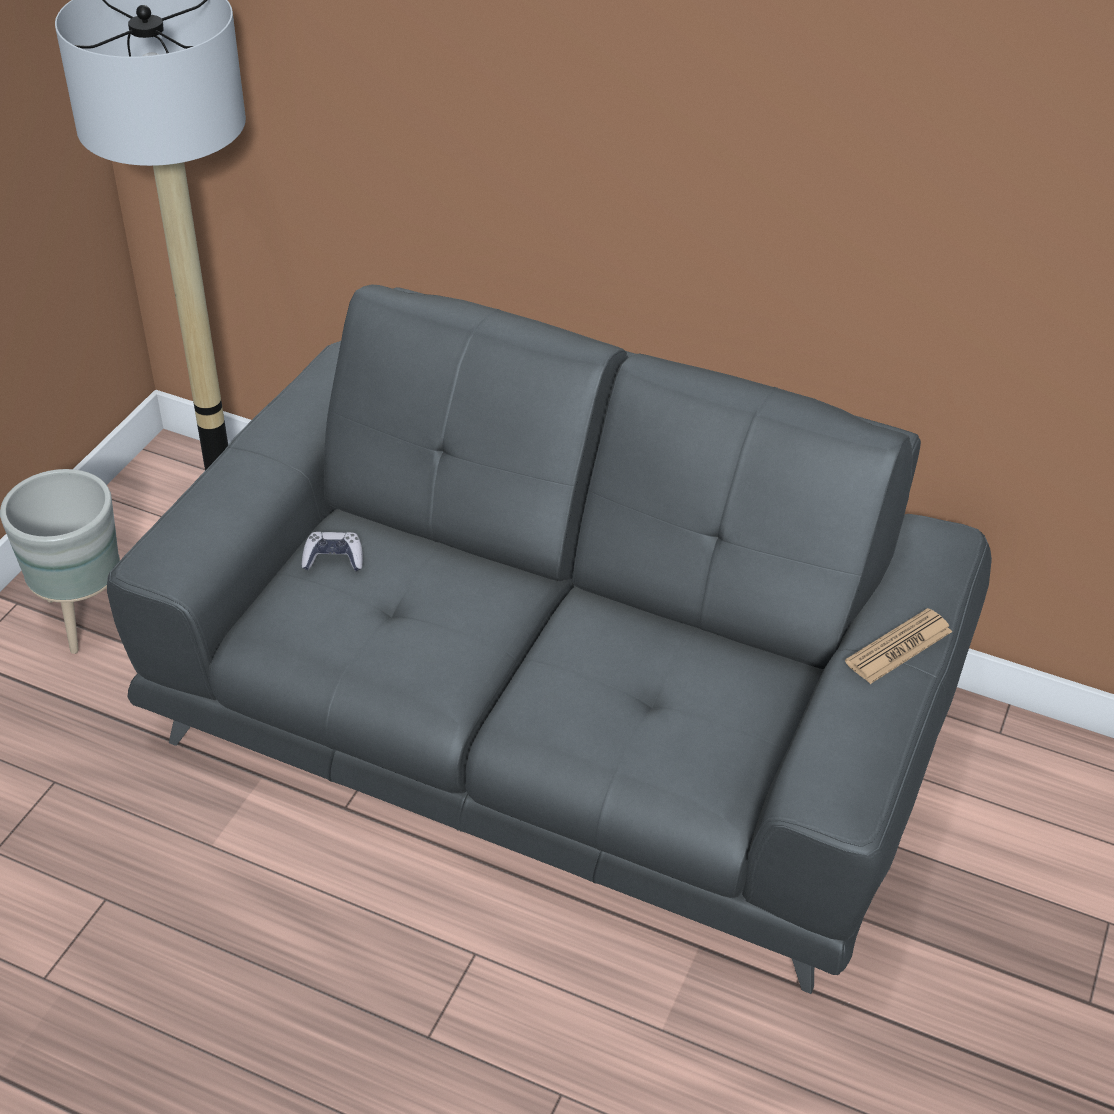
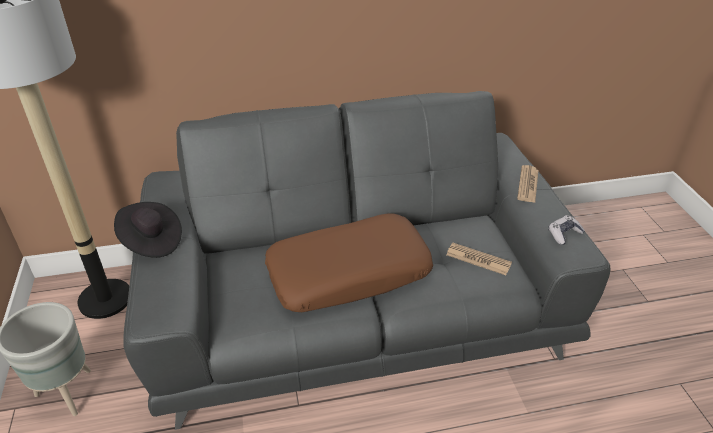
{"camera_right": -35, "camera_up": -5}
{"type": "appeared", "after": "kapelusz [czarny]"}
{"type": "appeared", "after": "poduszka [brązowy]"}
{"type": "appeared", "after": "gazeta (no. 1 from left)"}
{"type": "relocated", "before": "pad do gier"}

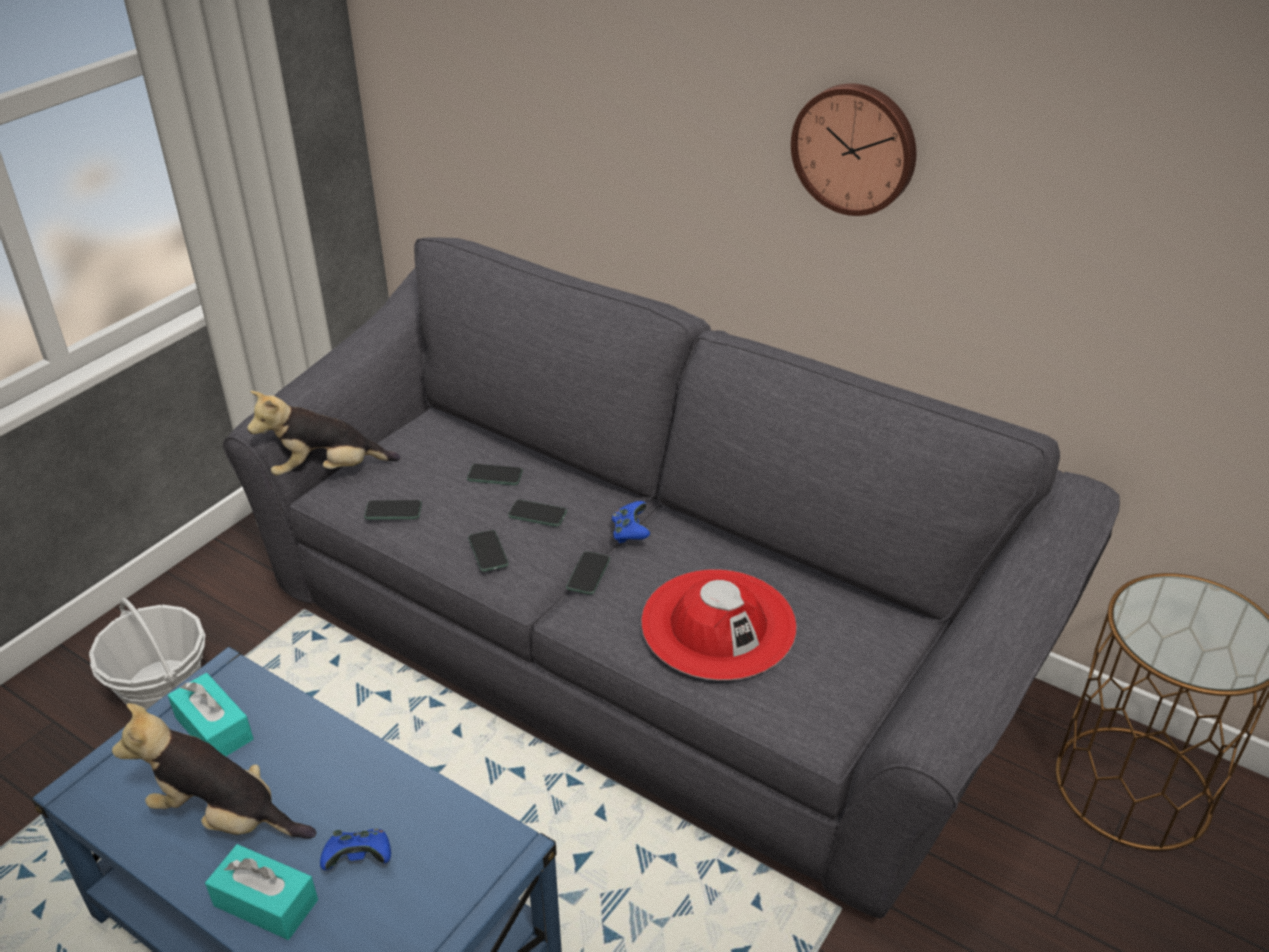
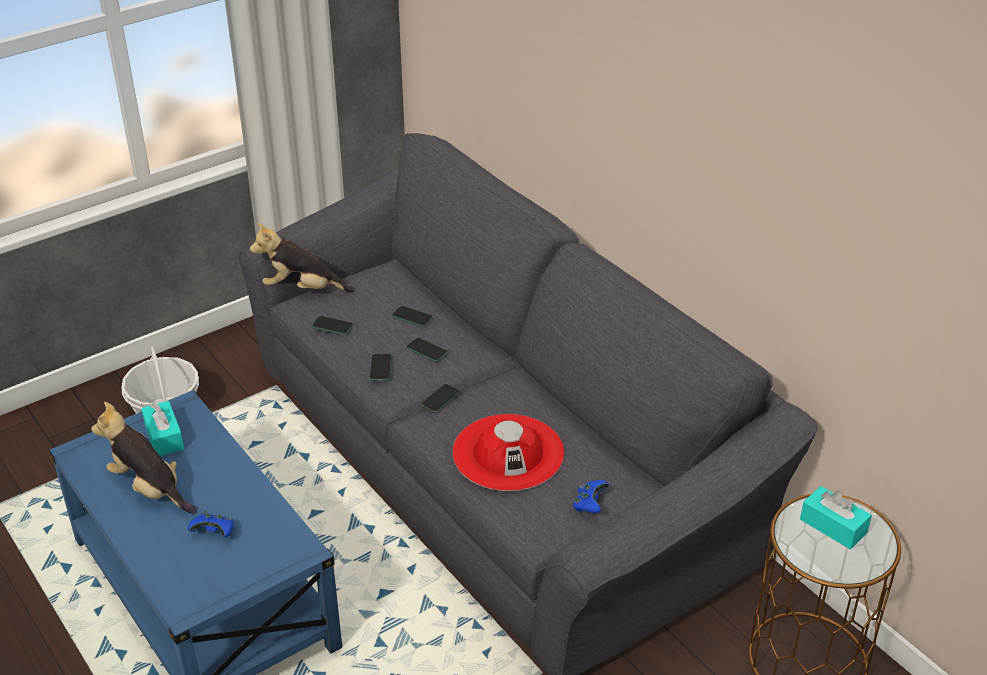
{"camera_right": 20, "camera_up": 0}
{"type": "missing", "before": "zegar ścienny"}
{"type": "relocated", "before": "pudełko chusteczek [turkusowy] (no. 2 from left)"}
{"type": "relocated", "before": "pad do gier [niebieski] (no. 2 from left)"}

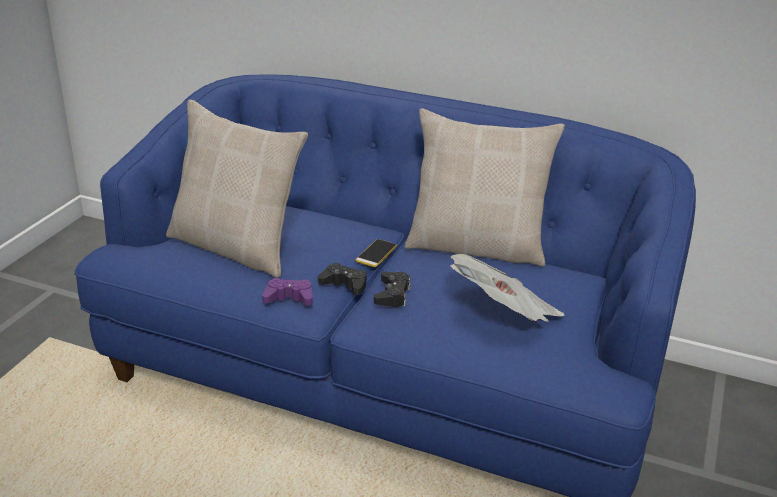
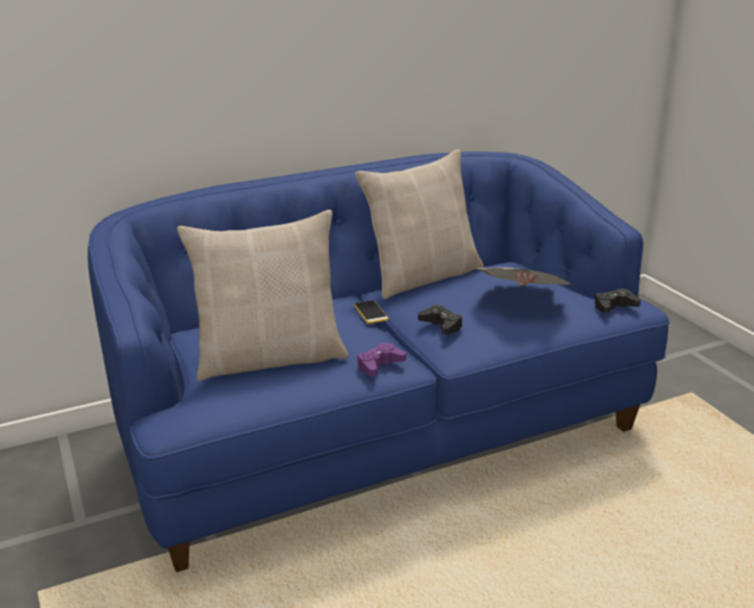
{"camera_right": -45, "camera_up": -5}
{"type": "relocated", "before": "pad do gier [czarny] (no. 1 from left in the first image)", "after": "pad do gier [czarny] (no. 2 from left)"}

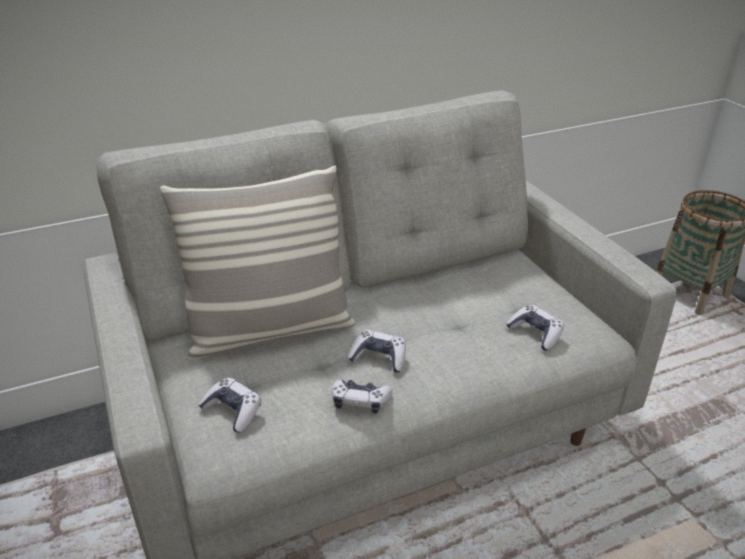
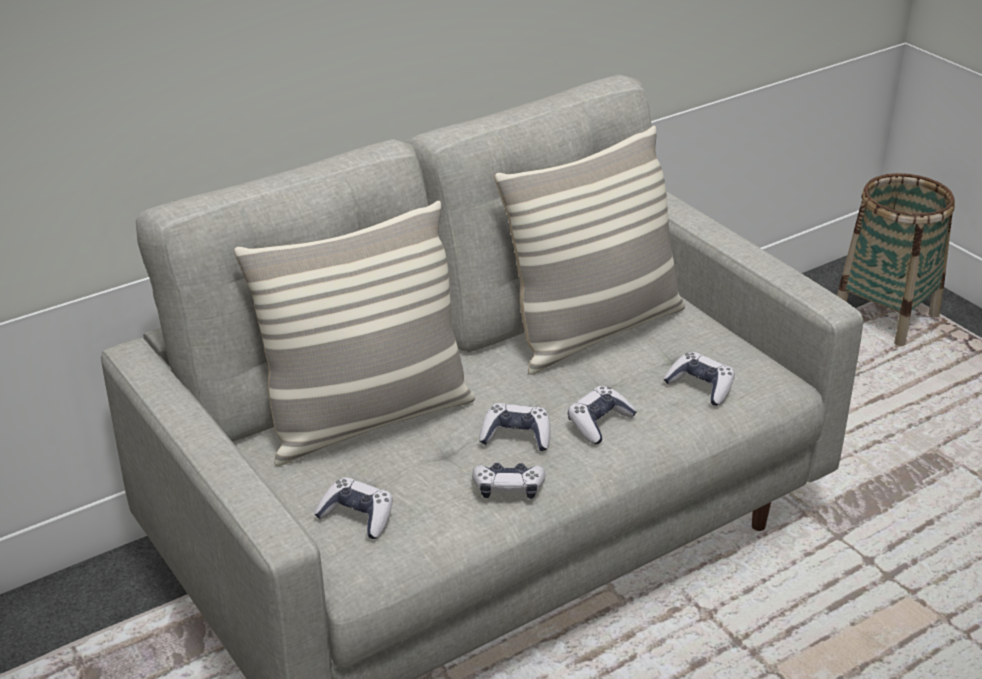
{"camera_right": -10, "camera_up": 0}
{"type": "appeared", "after": "poduszka (no. 2 from left)"}
{"type": "appeared", "after": "pad do gier (no. 4 from left)"}

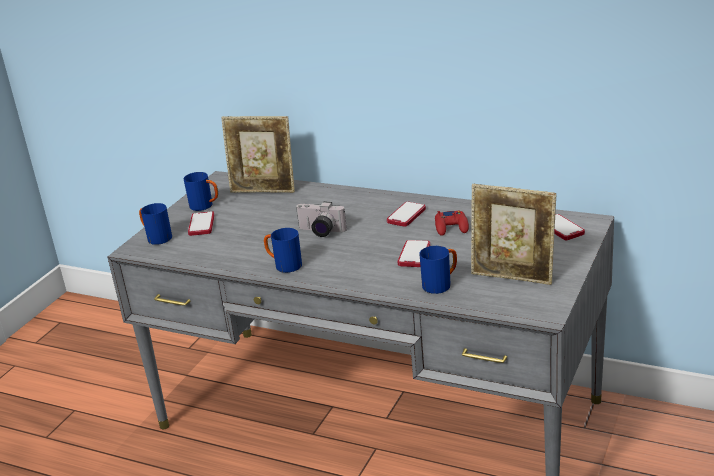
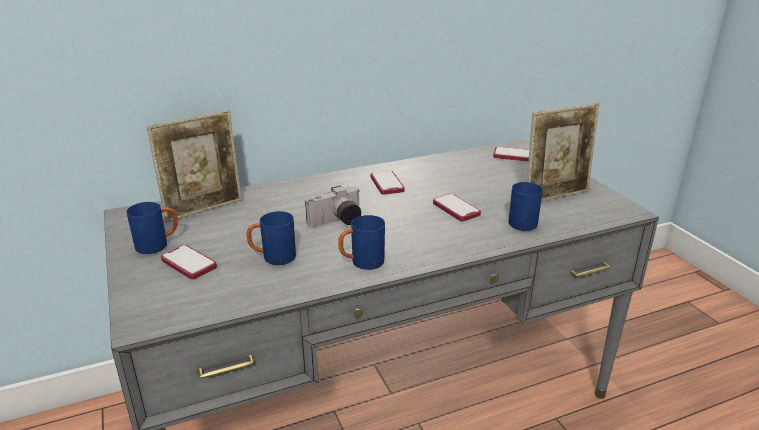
{"camera_right": -50, "camera_up": 0}
{"type": "missing", "before": "pad do gier [czerwony]"}
{"type": "relocated", "before": "kubek [niebieski] (no. 1 from left in the first image)", "after": "kubek [niebieski] (no. 2 from left)"}

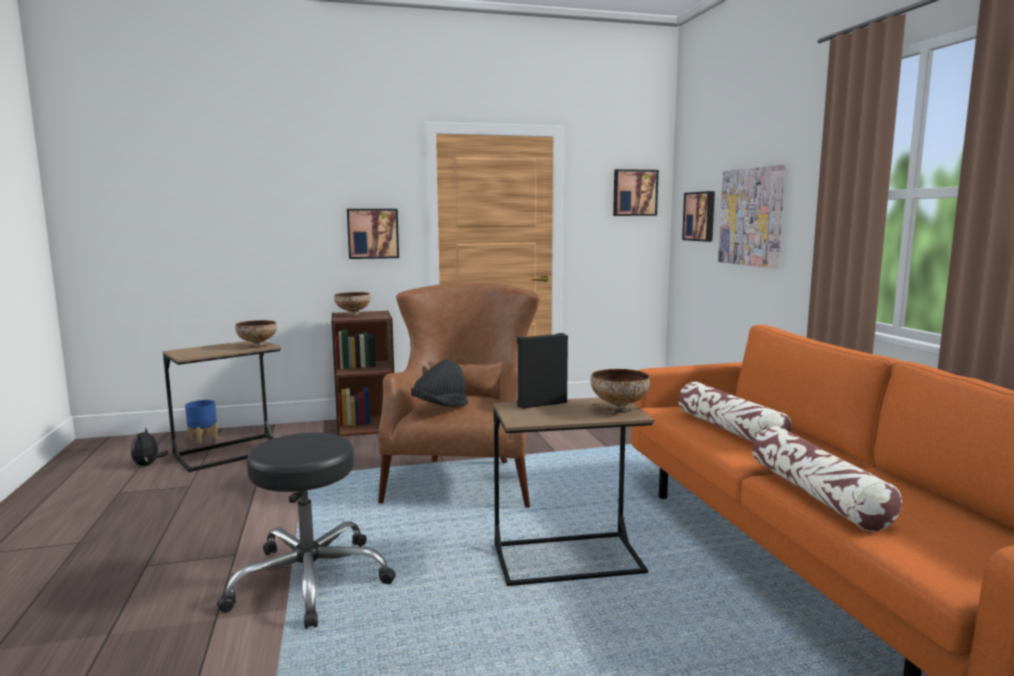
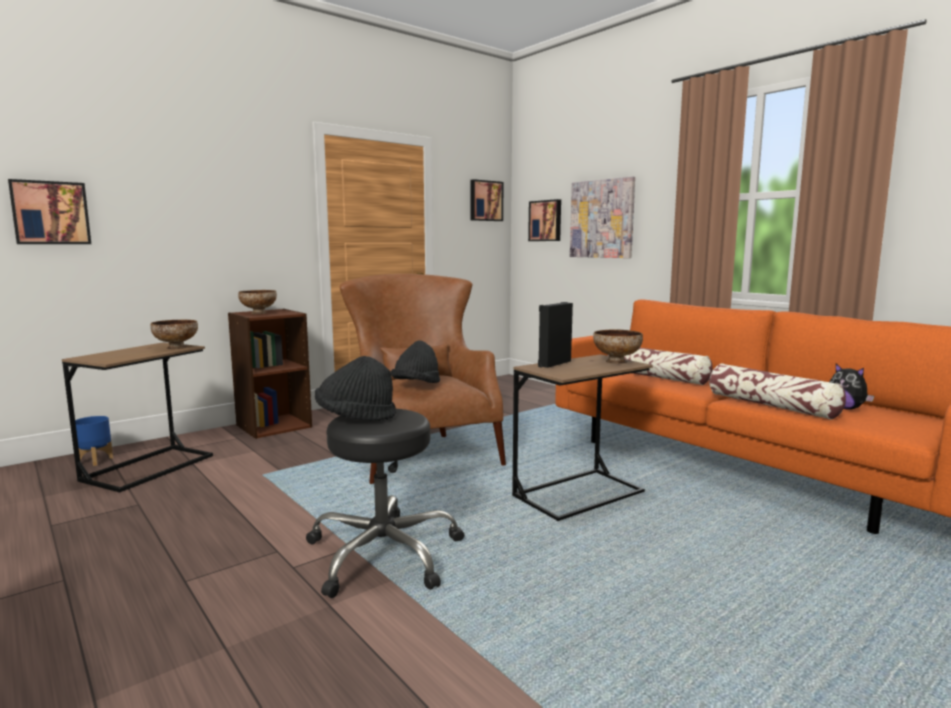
{"camera_right": -25, "camera_up": 0}
{"type": "appeared", "after": "kapelusz [czarny] (no. 1 from left)"}
{"type": "relocated", "before": "pluszak"}
{"type": "relocated", "before": "obraz (no. 1 from left)"}

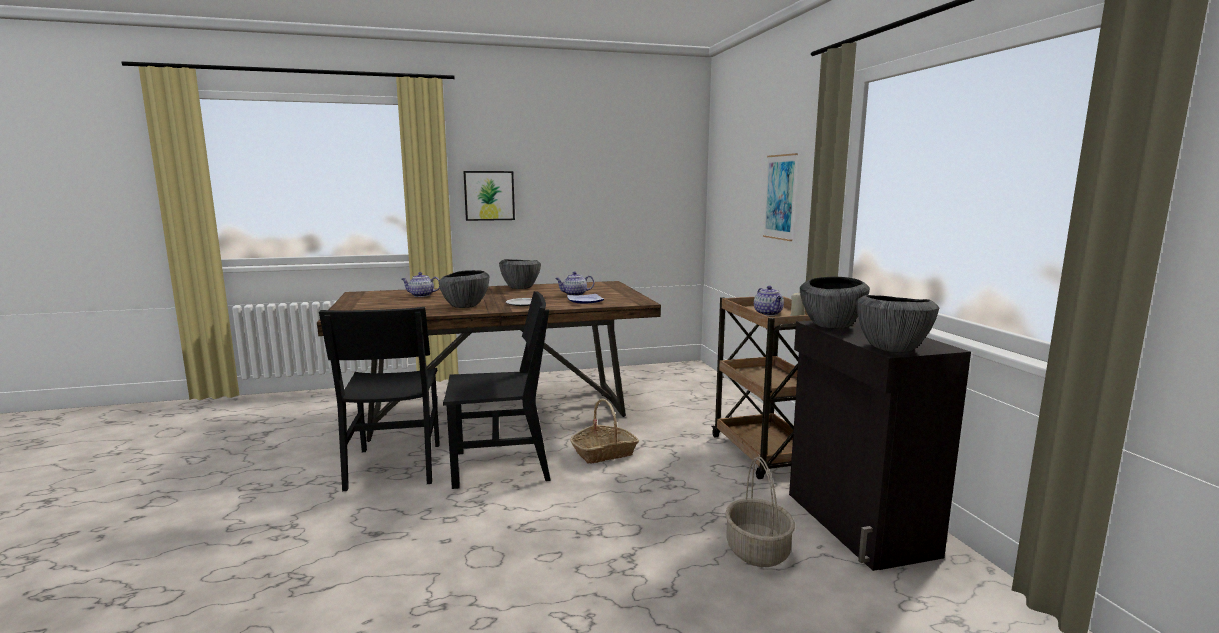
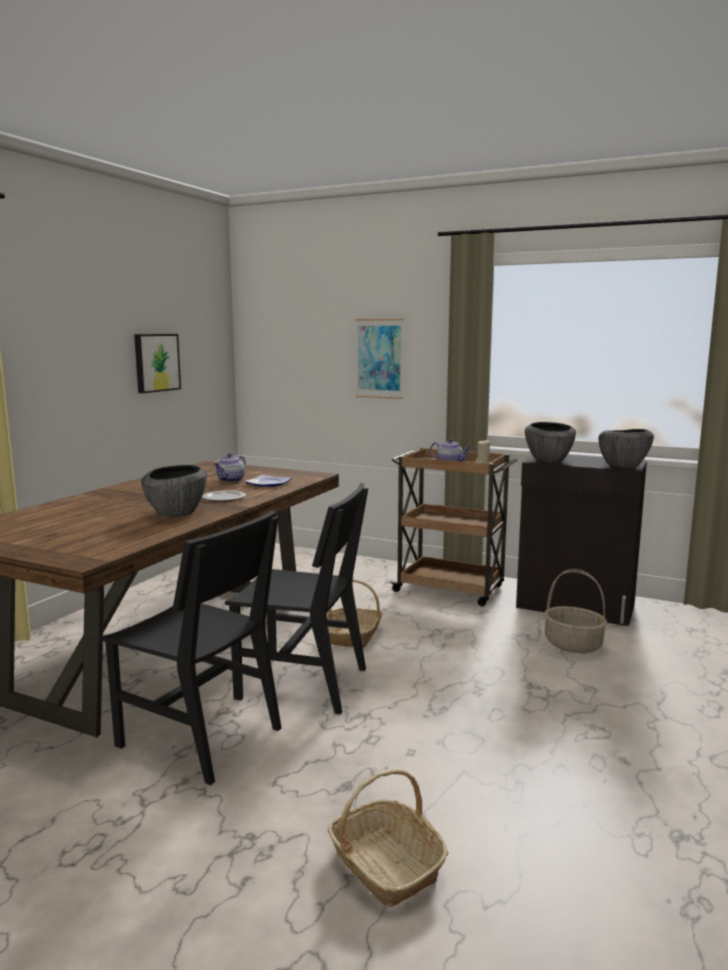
{"camera_right": -50, "camera_up": 0}
{"type": "missing", "before": "imbryk (no. 1 from left)"}
{"type": "missing", "before": "miska (no. 2 from left)"}
{"type": "appeared", "after": "koszyk (no. 2 from left)"}
{"type": "relocated", "before": "obraz (no. 1 from left)"}
{"type": "spun", "before": "krzesło [czarny] (no. 2 from left)", "turn": 75}

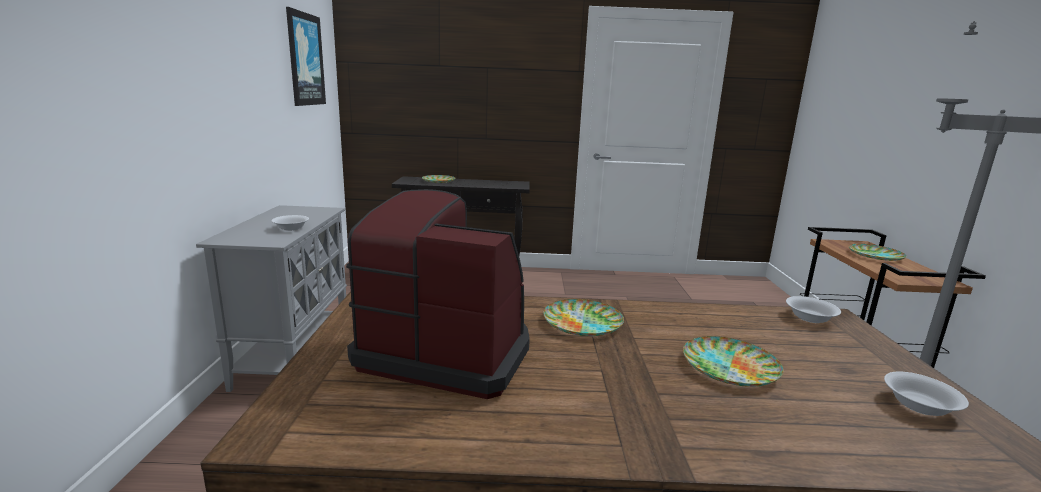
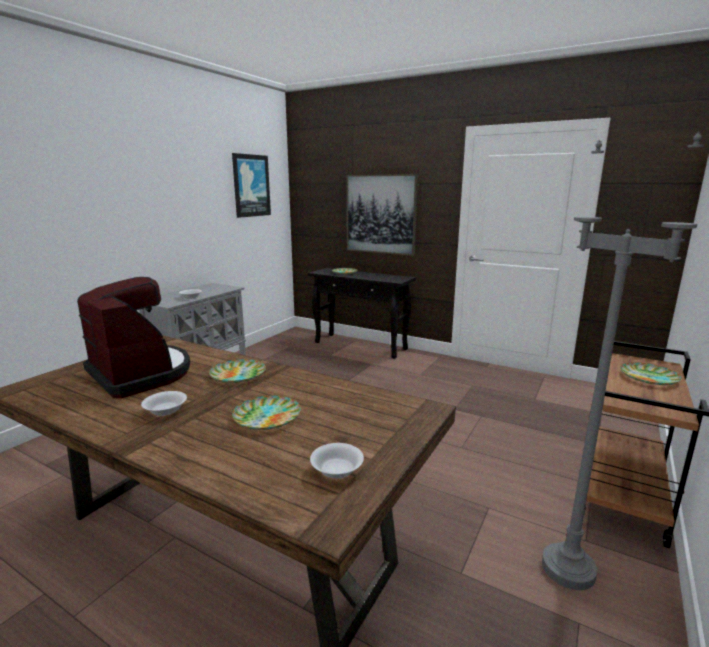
{"camera_right": 30, "camera_up": 0}
{"type": "appeared", "after": "obraz (no. 2 from left)"}
{"type": "relocated", "before": "miska [biały] (no. 2 from left in the first image)", "after": "miska [biały] (no. 1 from left)"}

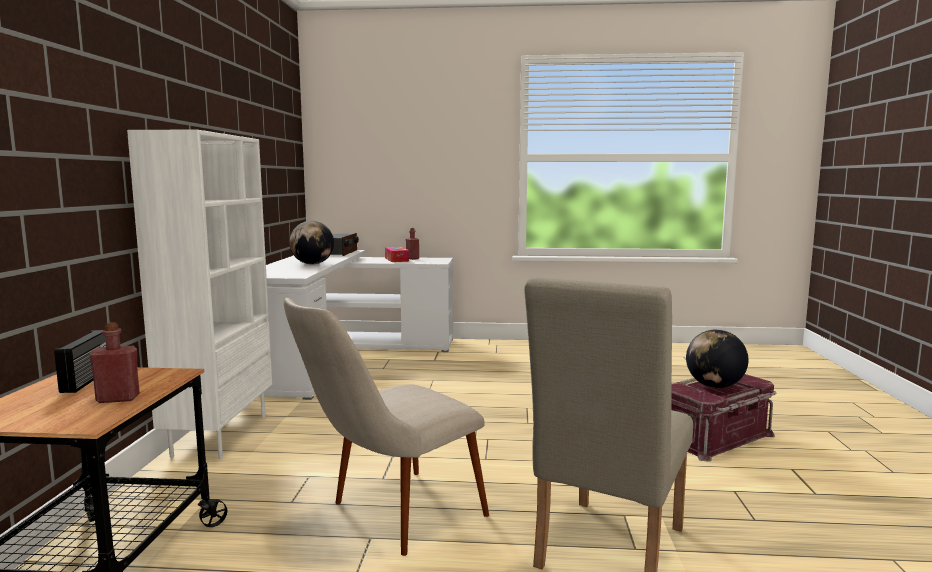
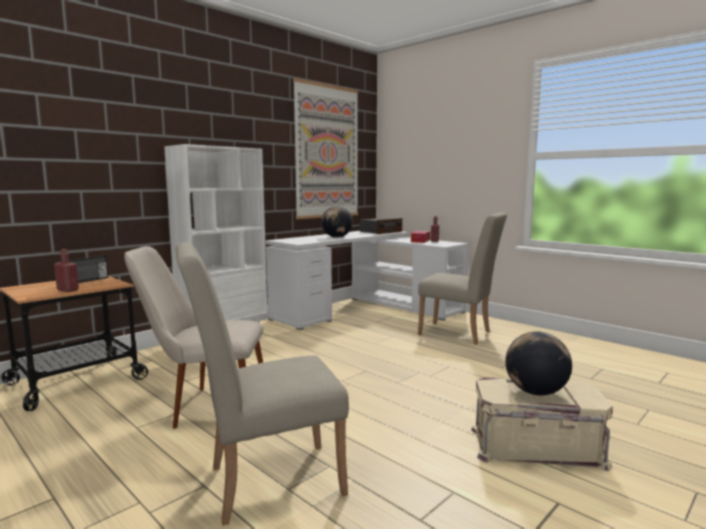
{"camera_right": 40, "camera_up": 0}
{"type": "appeared", "after": "obraz"}
{"type": "appeared", "after": "krzesło [beżowy] (no. 3 from left)"}
{"type": "colour", "before": "pojemnik do przechowywania [czerwony]", "after": "pojemnik do przechowywania [beżowy]"}

